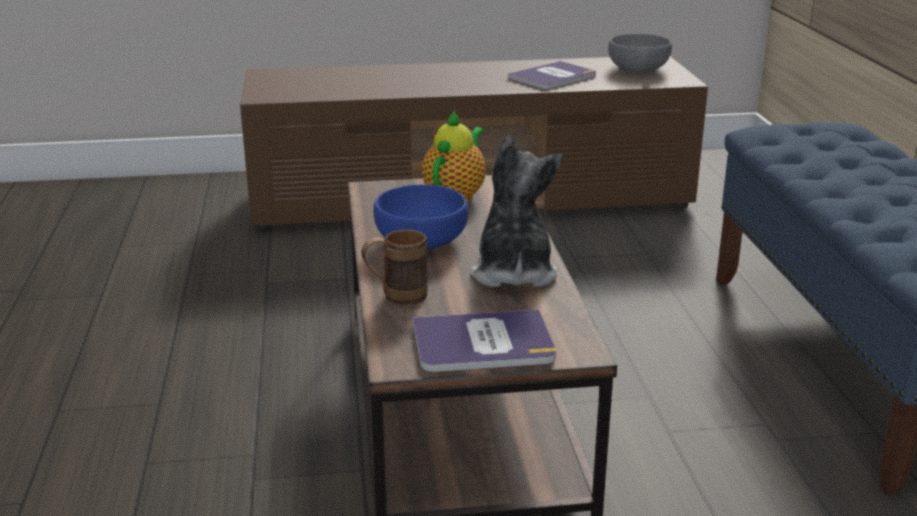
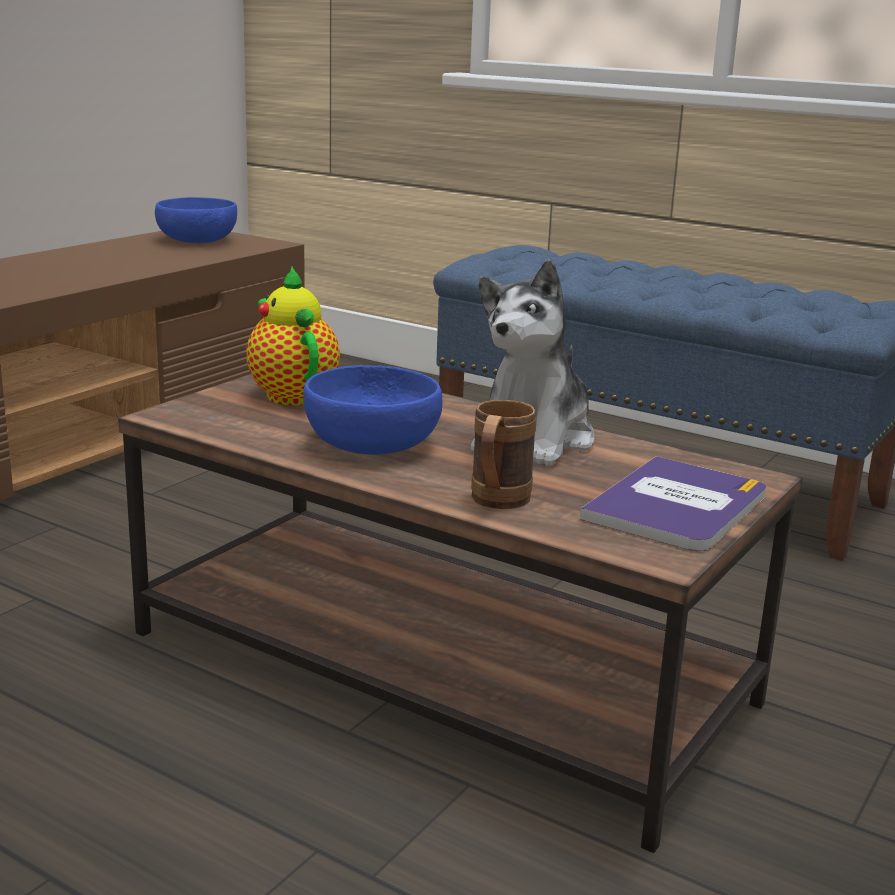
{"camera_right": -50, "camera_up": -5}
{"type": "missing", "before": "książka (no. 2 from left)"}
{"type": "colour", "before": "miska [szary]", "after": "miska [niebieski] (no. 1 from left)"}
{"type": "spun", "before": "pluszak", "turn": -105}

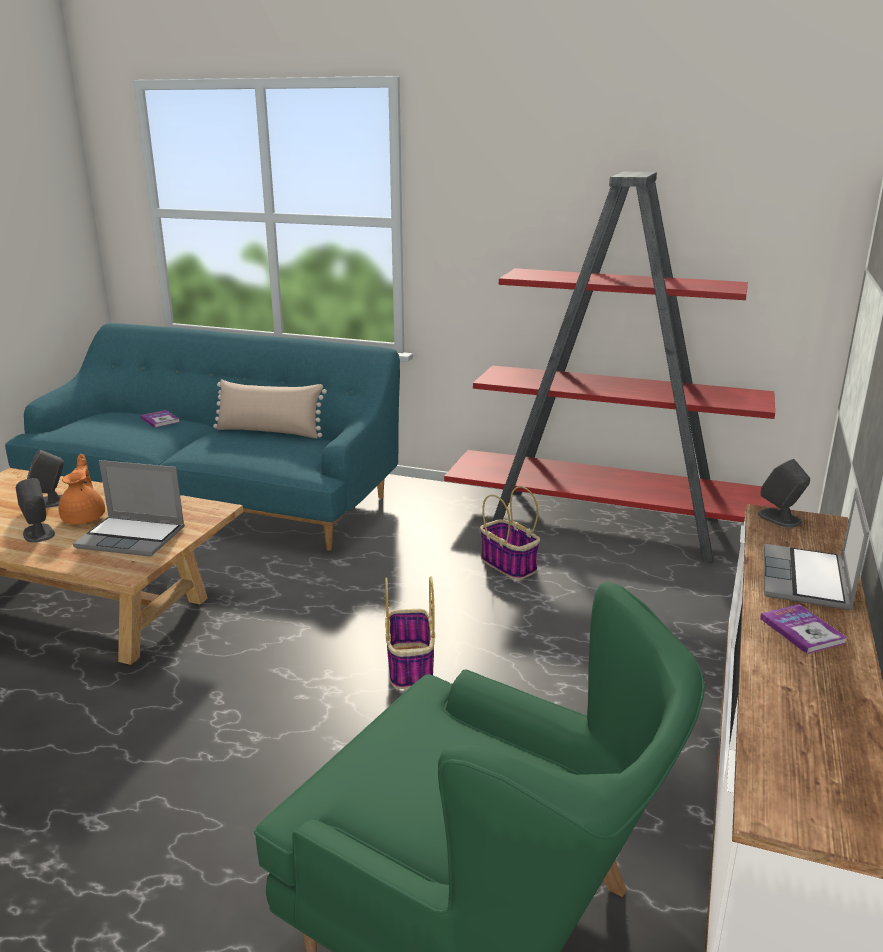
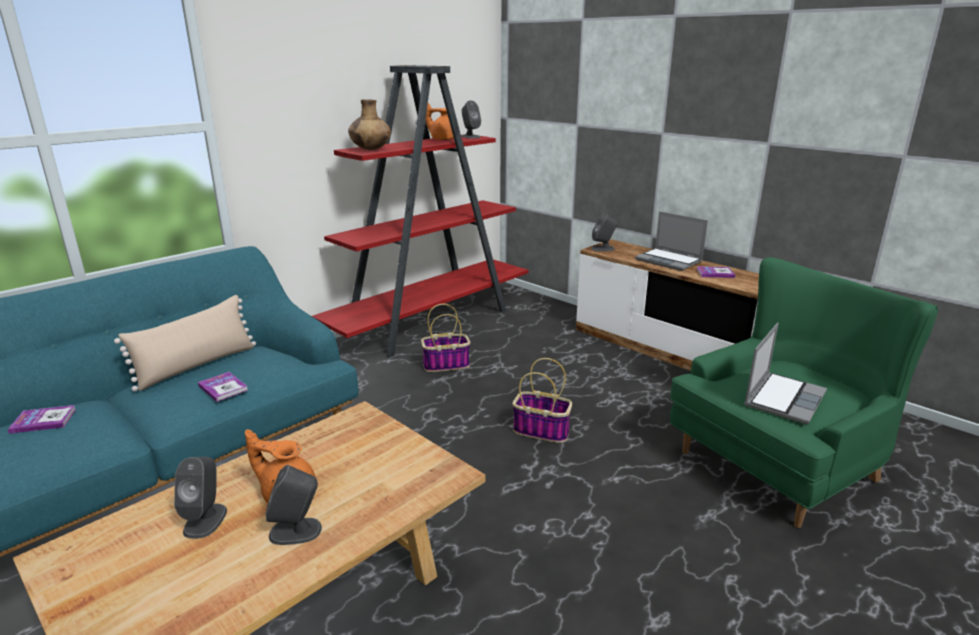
{"camera_right": -65, "camera_up": 0}
{"type": "appeared", "after": "książka (no. 2 from left)"}
{"type": "appeared", "after": "wazon [brązowy]"}
{"type": "appeared", "after": "imbryk [pomarańczowy] (no. 2 from left)"}
{"type": "appeared", "after": "głośnik [szary] (no. 3 from left)"}
{"type": "relocated", "before": "laptop (no. 1 from left in the first image)", "after": "laptop (no. 2 from left)"}

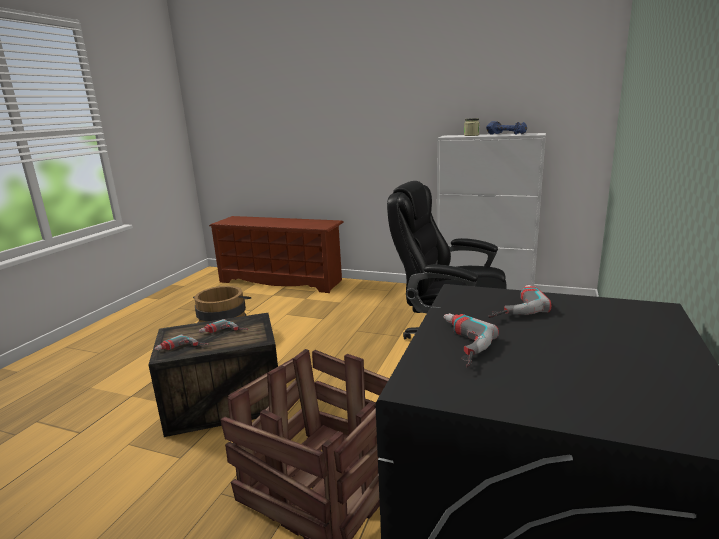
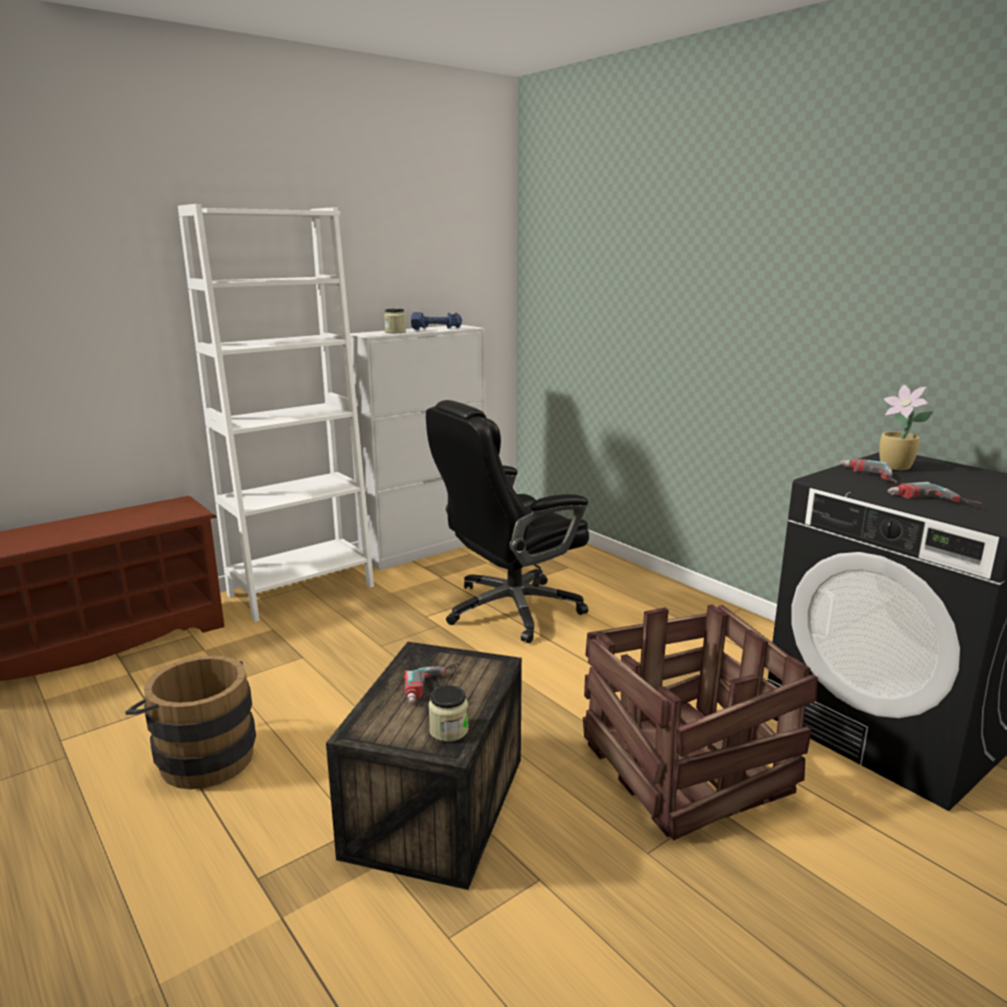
{"camera_right": -60, "camera_up": 0}
{"type": "appeared", "after": "regał [biały]"}
{"type": "appeared", "after": "roślina doniczkowa"}
{"type": "exchanged", "before": "wiertarka (no. 1 from left)", "after": "słoik (no. 2 from left)"}

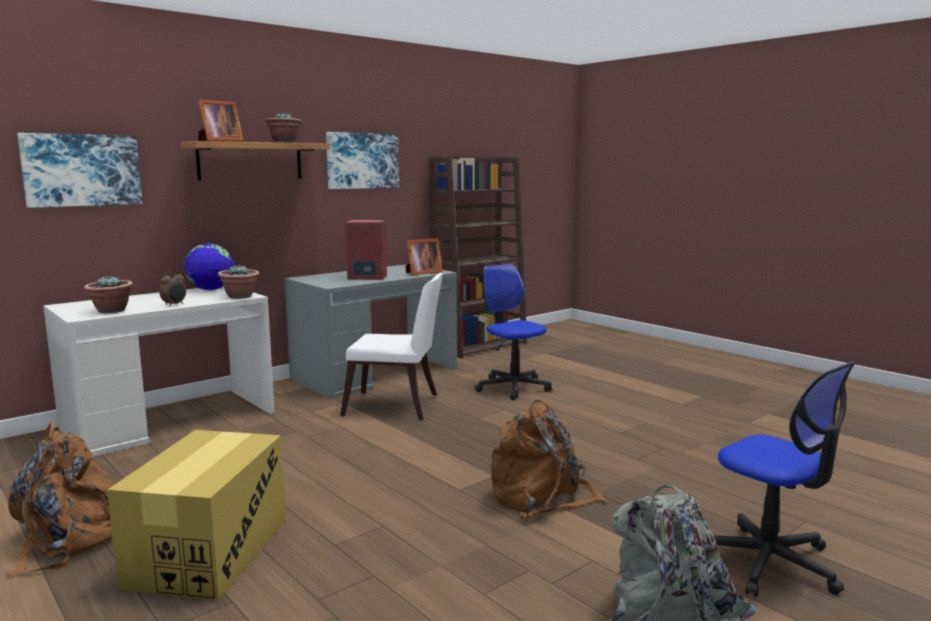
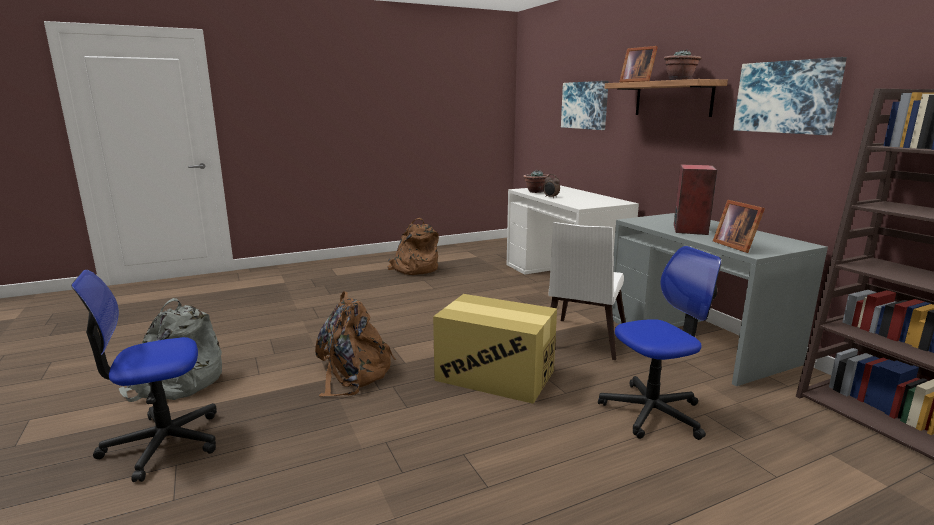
{"camera_right": 105, "camera_up": 5}
{"type": "missing", "before": "globus"}
{"type": "missing", "before": "roślina doniczkowa (no. 2 from left)"}
{"type": "relocated", "before": "karton"}

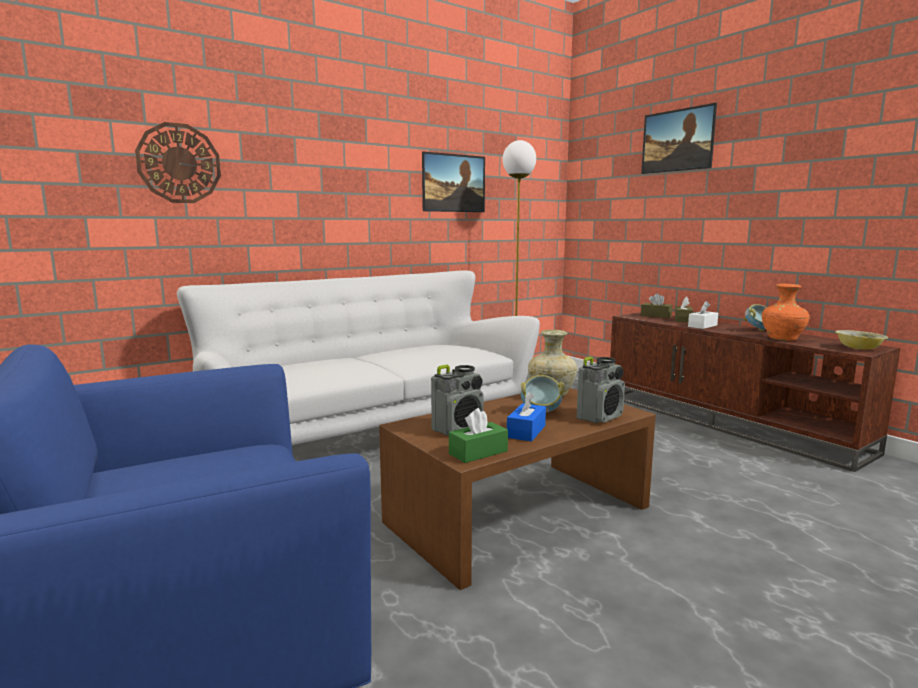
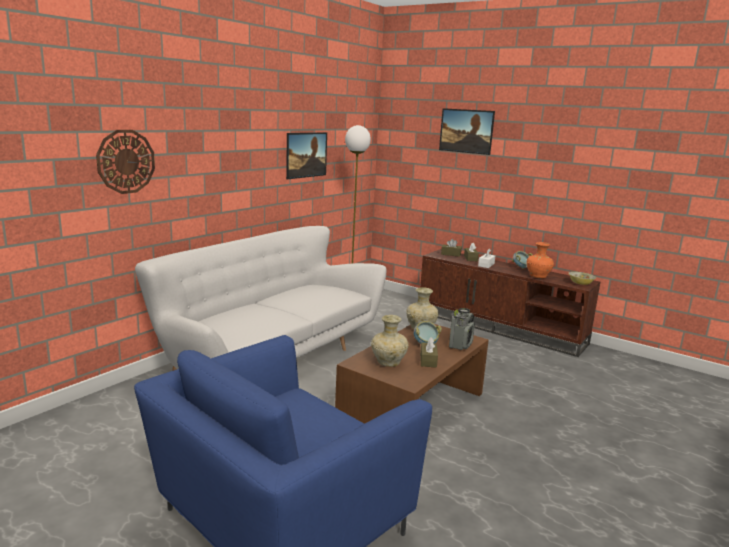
{"camera_right": -20, "camera_up": 5}
{"type": "missing", "before": "pudełko chusteczek [zielony]"}
{"type": "exchanged", "before": "radio (no. 1 from left)", "after": "wazon [beżowy] (no. 1 from left)"}
{"type": "colour", "before": "pudełko chusteczek [niebieski]", "after": "pudełko chusteczek [brązowy] (no. 1 from left)"}

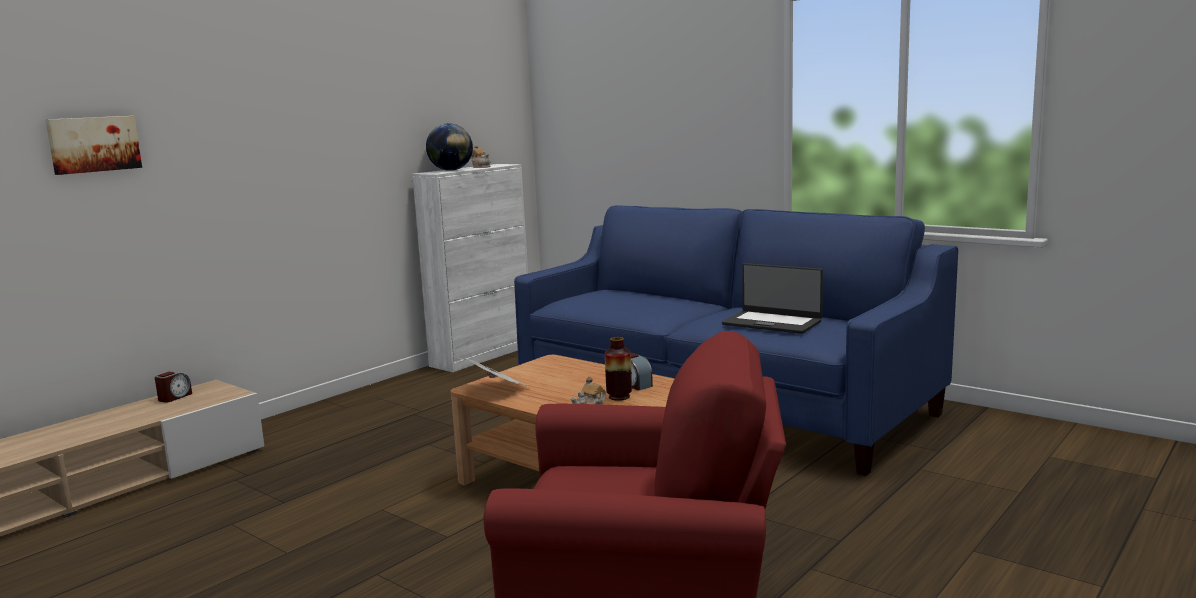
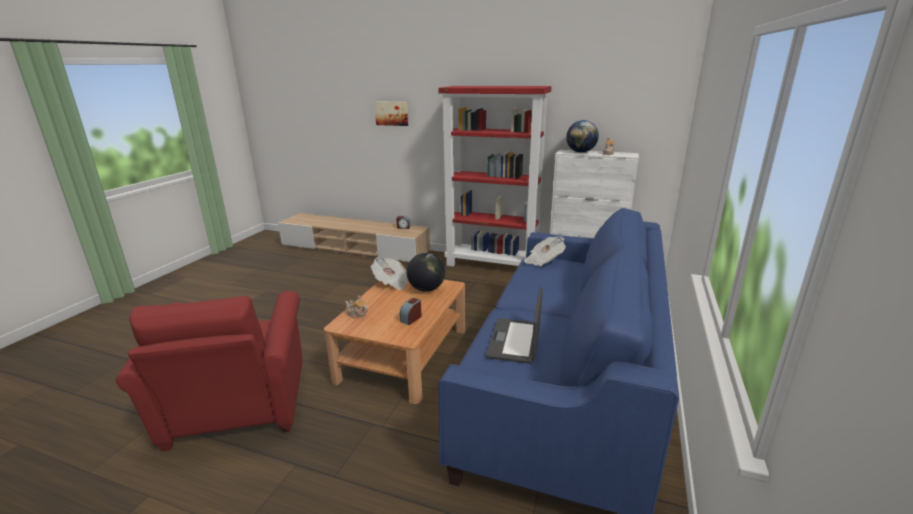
{"camera_right": 70, "camera_up": 10}
{"type": "missing", "before": "wazon"}
{"type": "appeared", "after": "globus (no. 1 from left)"}
{"type": "appeared", "after": "regał [czerwony]"}
{"type": "appeared", "after": "gazeta (no. 2 from left)"}

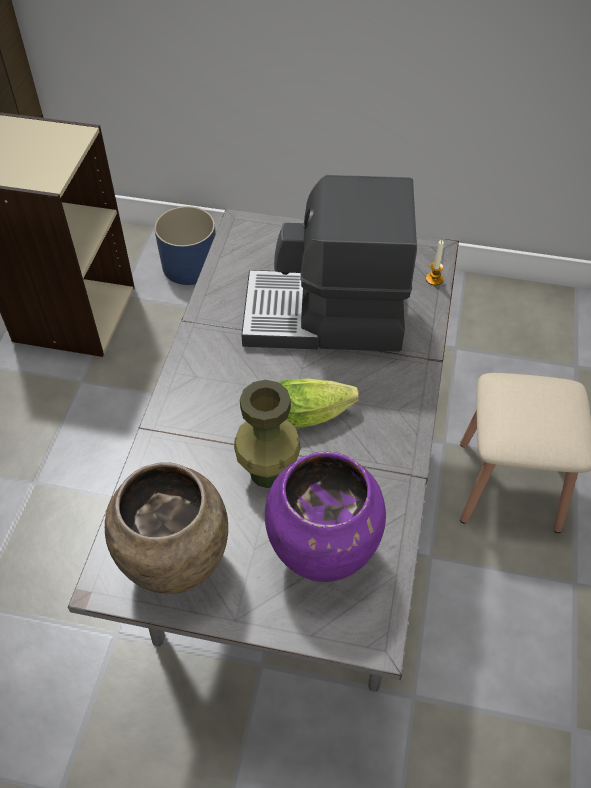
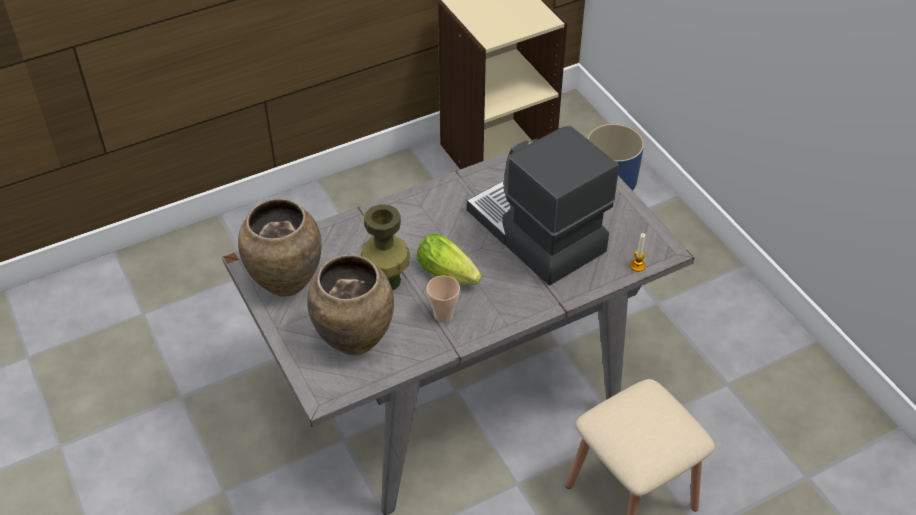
{"camera_right": 50, "camera_up": -5}
{"type": "appeared", "after": "filiżanka"}
{"type": "colour", "before": "wazon [fioletowy]", "after": "wazon [brązowy] (no. 2 from left)"}

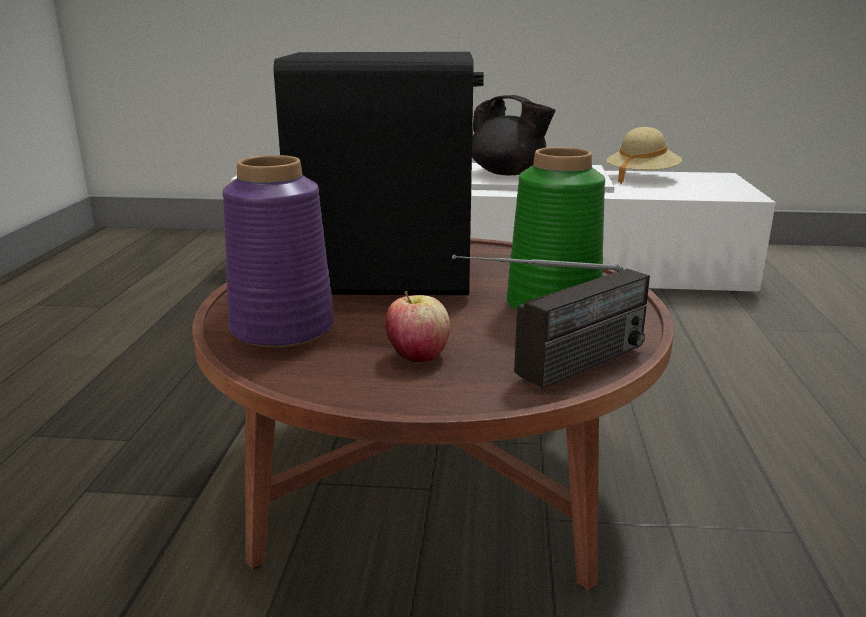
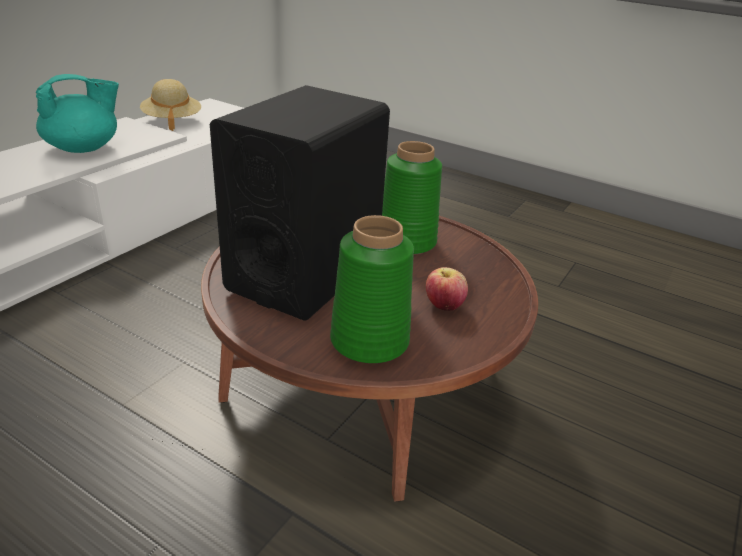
{"camera_right": -65, "camera_up": 10}
{"type": "missing", "before": "radio"}
{"type": "colour", "before": "wazon [fioletowy]", "after": "wazon [zielony] (no. 1 from left)"}
{"type": "colour", "before": "imbryk [czarny]", "after": "imbryk [turkusowy]"}

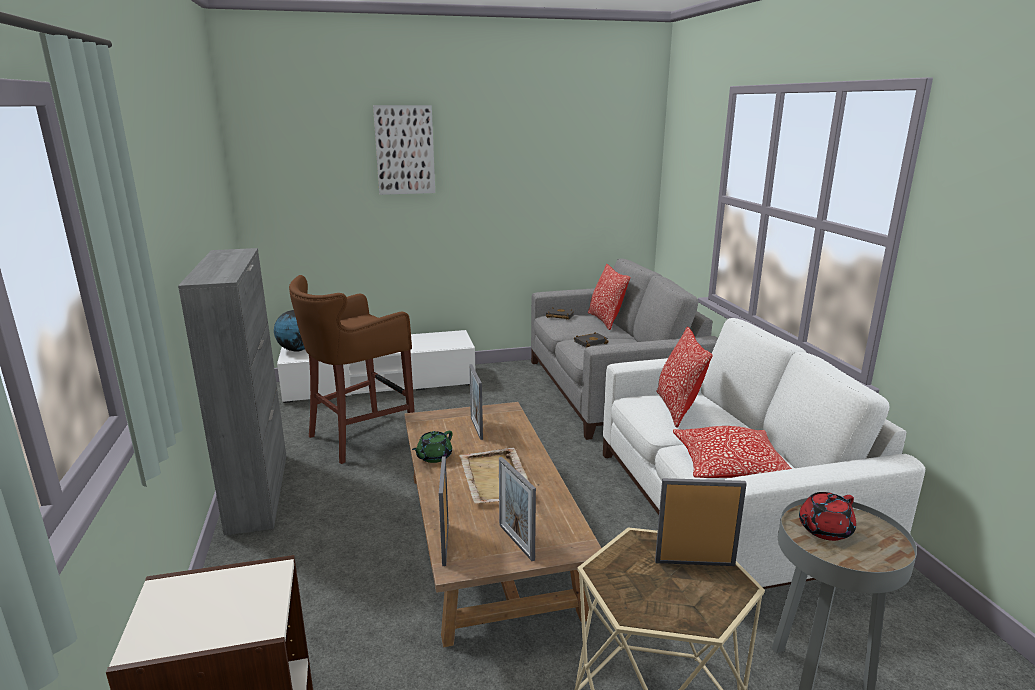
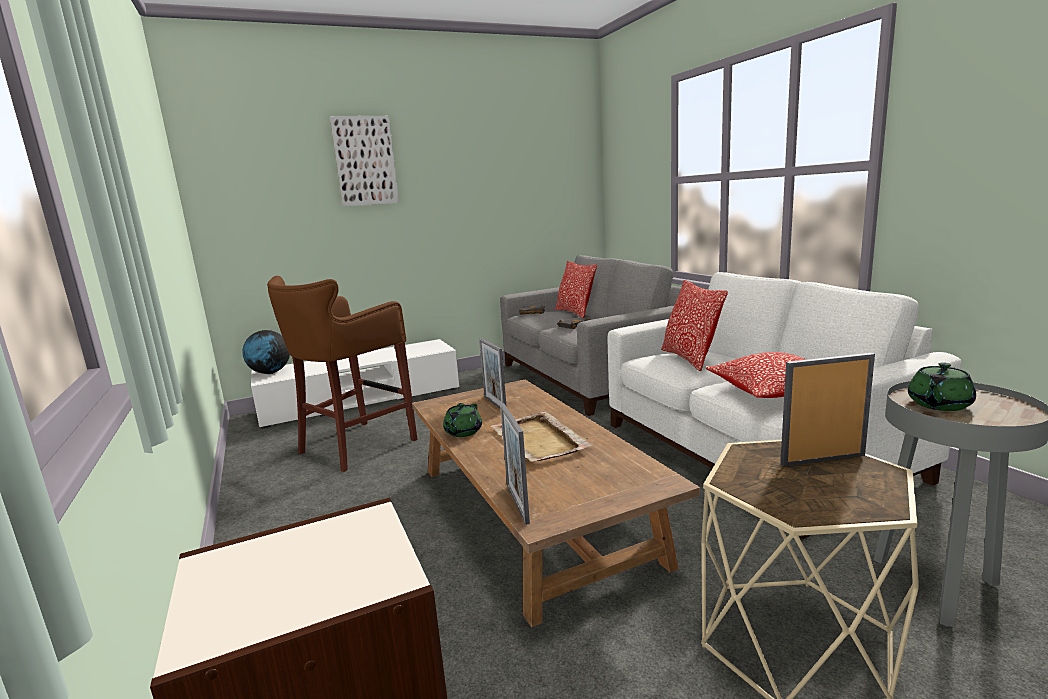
{"camera_right": -10, "camera_up": -5}
{"type": "missing", "before": "szafka [szary]"}
{"type": "missing", "before": "ramka na zdjęcie (no. 3 from left)"}
{"type": "colour", "before": "imbryk [czerwony]", "after": "imbryk [zielony] (no. 2 from left)"}

